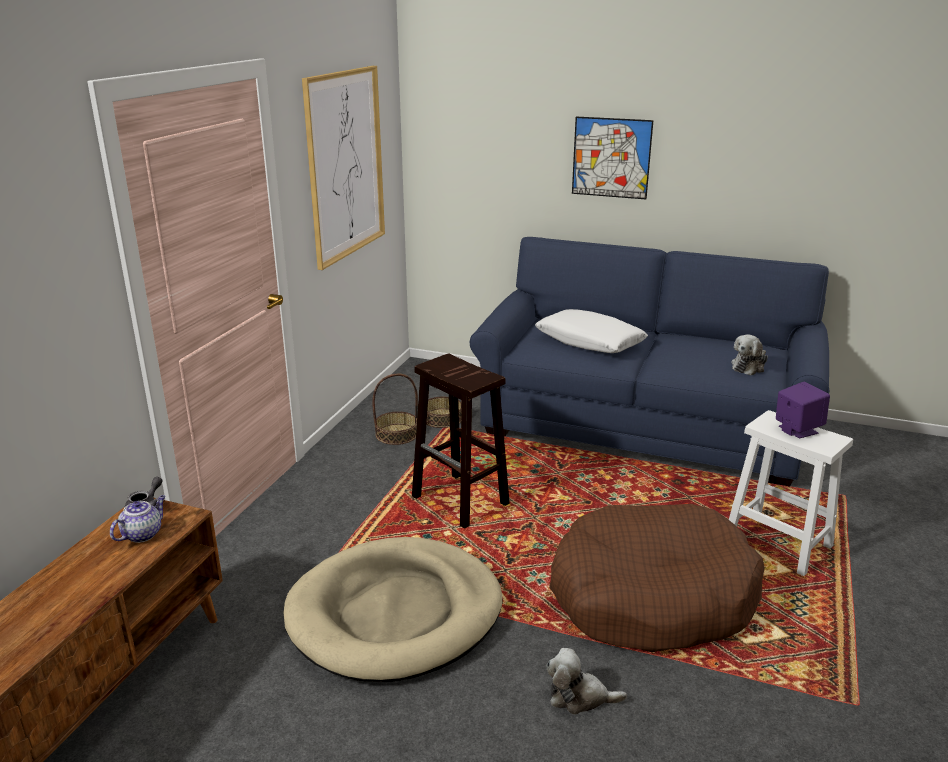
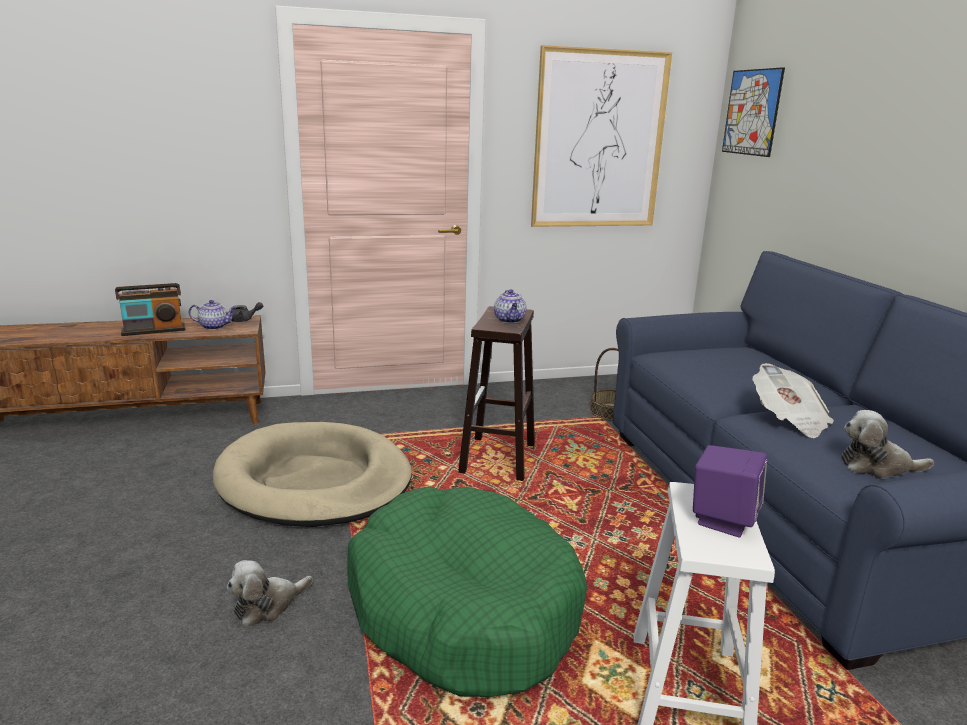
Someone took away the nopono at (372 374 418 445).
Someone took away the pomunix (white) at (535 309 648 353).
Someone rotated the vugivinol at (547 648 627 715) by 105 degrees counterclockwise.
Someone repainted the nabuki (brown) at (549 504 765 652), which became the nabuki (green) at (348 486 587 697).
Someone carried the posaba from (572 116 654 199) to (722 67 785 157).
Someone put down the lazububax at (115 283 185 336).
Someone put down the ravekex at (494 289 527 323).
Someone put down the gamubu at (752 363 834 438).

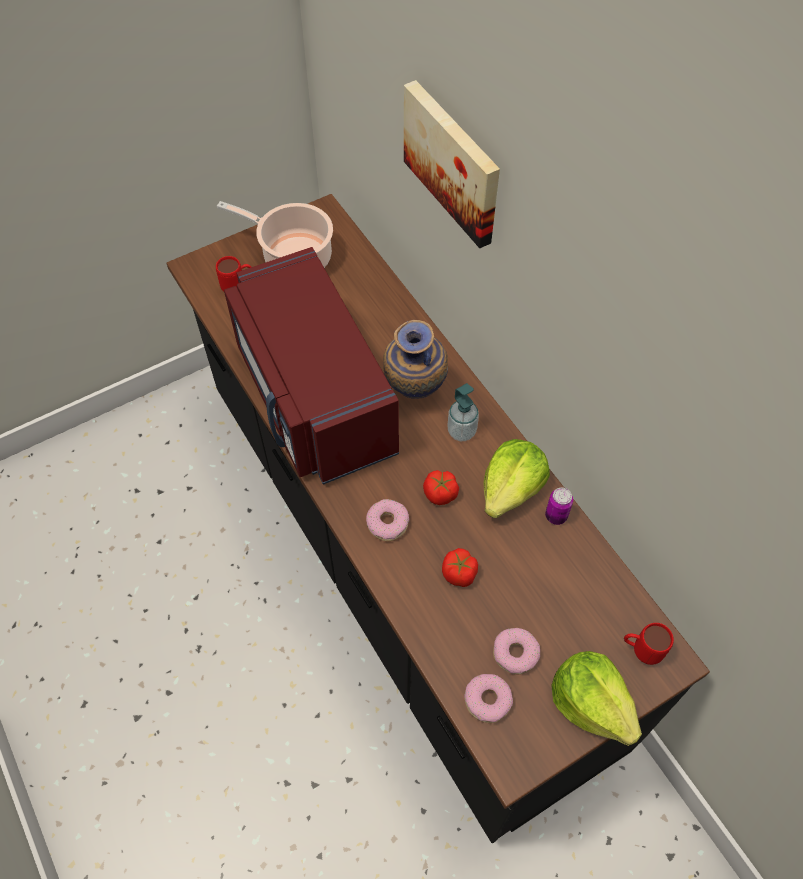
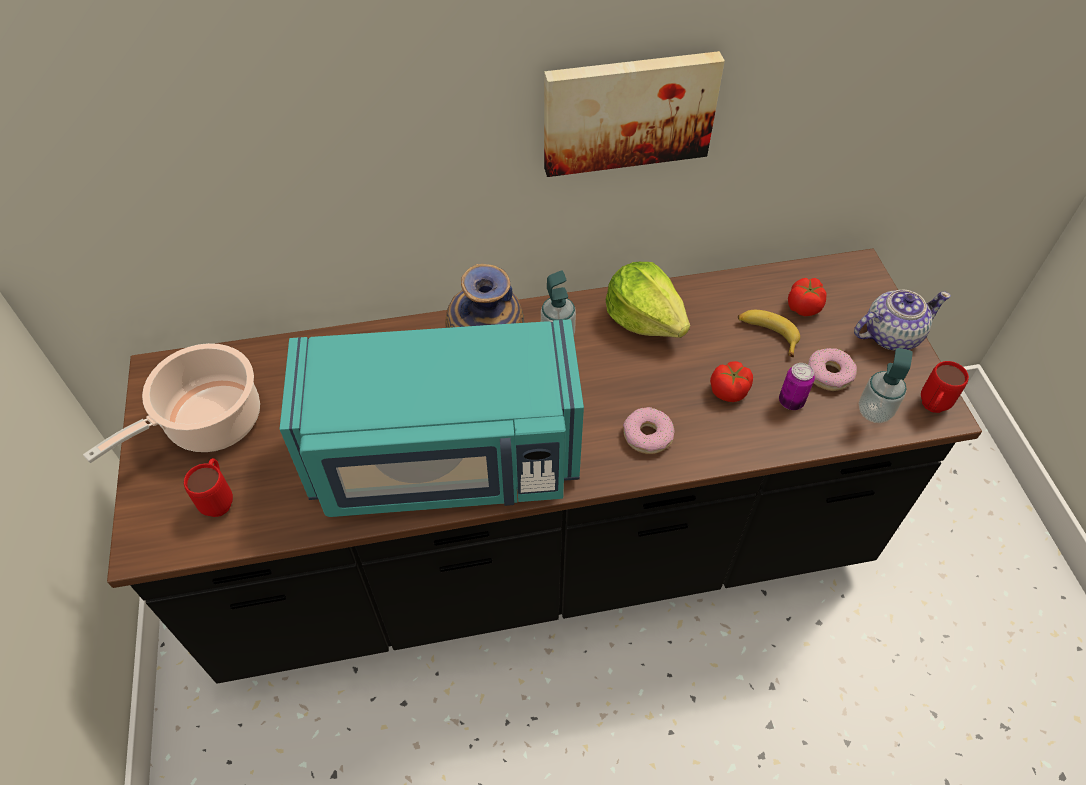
Someone repainted the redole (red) at (224 247 399 484), which became the redole (turquoise) at (280 319 584 517).
Someone carried the posaba from (404 80 500 248) to (544 51 725 177).
Someone carried the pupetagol from (423 470 459 505) to (788 278 826 316).
Someone swapped the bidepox at (464 674 513 723) for the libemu at (859 348 913 423).
Someone carried the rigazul from (545 487 573 525) to (779 363 815 410).
Someone swapped the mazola at (551 651 642 746) for the ravekex at (854 289 951 351).
Someone carried the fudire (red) from (624 623 674 665) to (921 361 969 413).
Someone put down the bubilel at (738 310 800 357).

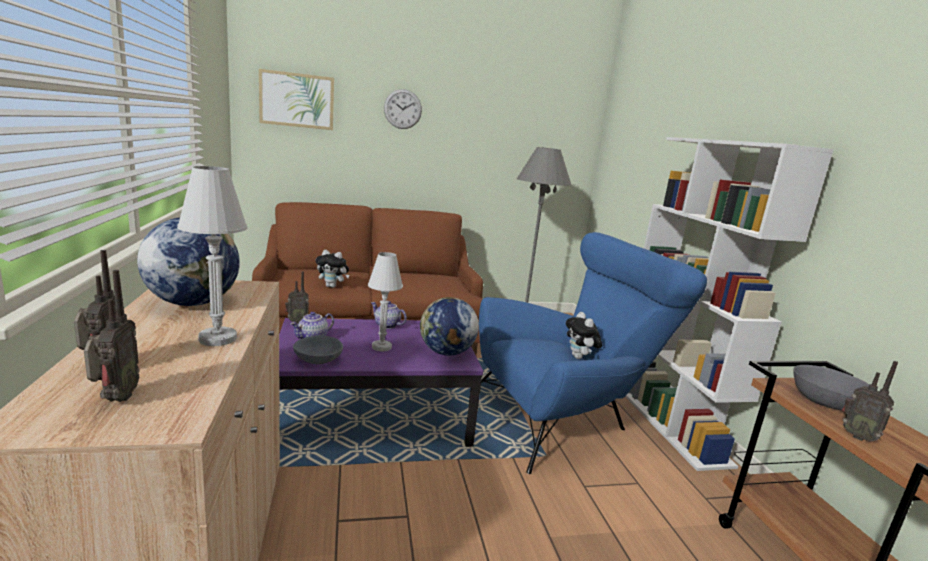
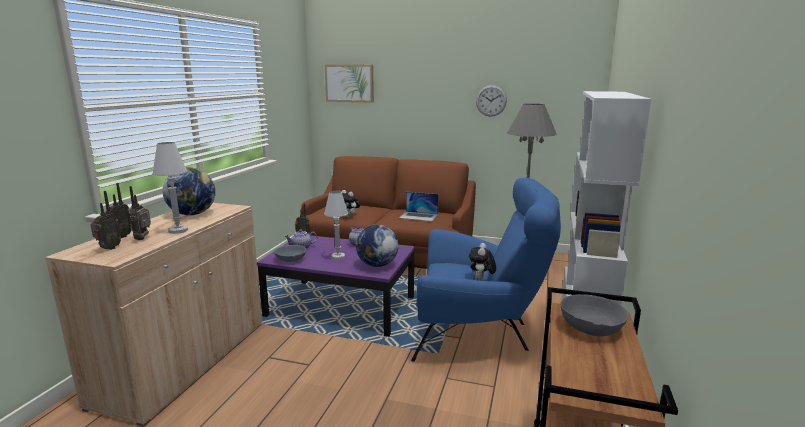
Someone carried the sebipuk from (384 89 422 129) to (476 85 507 117).
Someone carried the lazububax from (842 361 898 442) to (129 186 151 240).
Someone put down the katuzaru at (399 192 439 221).

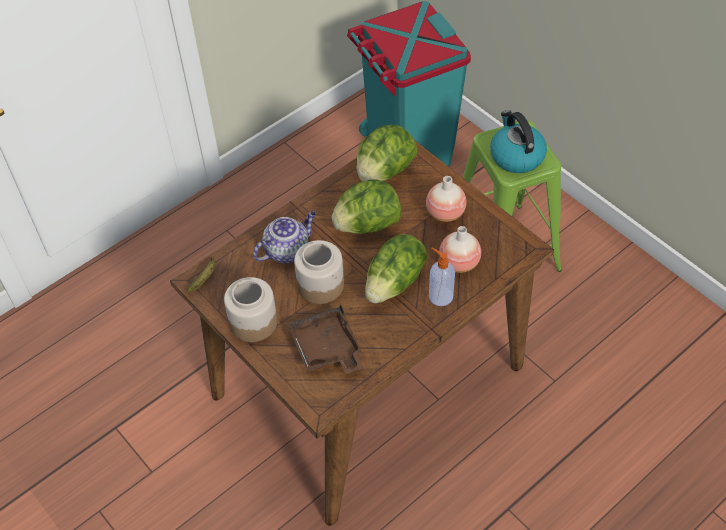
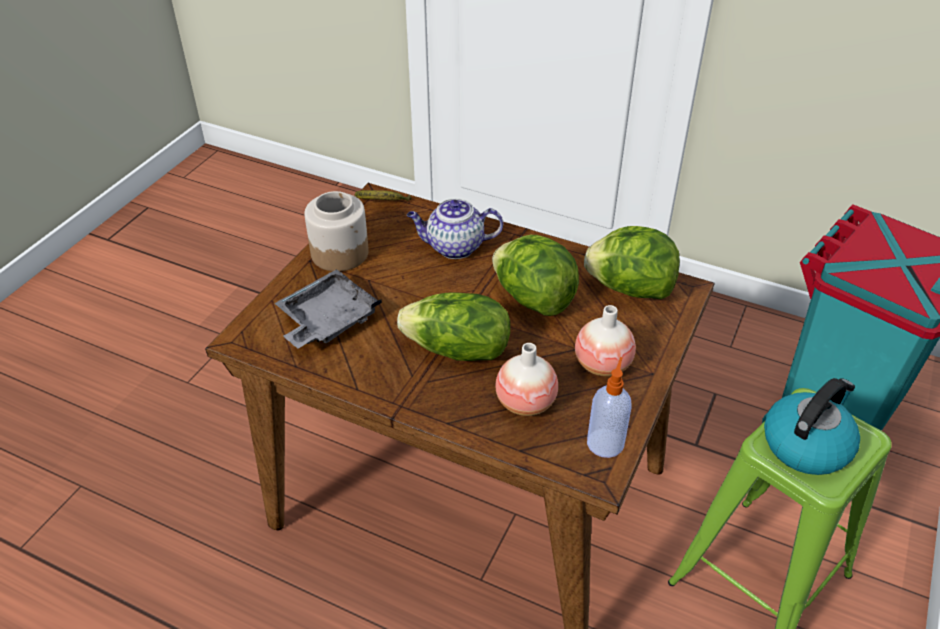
Someone rotated the ravekex at (253 211 316 263) by 150 degrees clockwise.
Someone repainted the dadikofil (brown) at (287 304 363 374), which became the dadikofil (grey) at (274 269 382 348).
Someone took away the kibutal at (294 240 344 304).
Someone carried the libemu from (429 248 455 306) to (587 357 632 458).

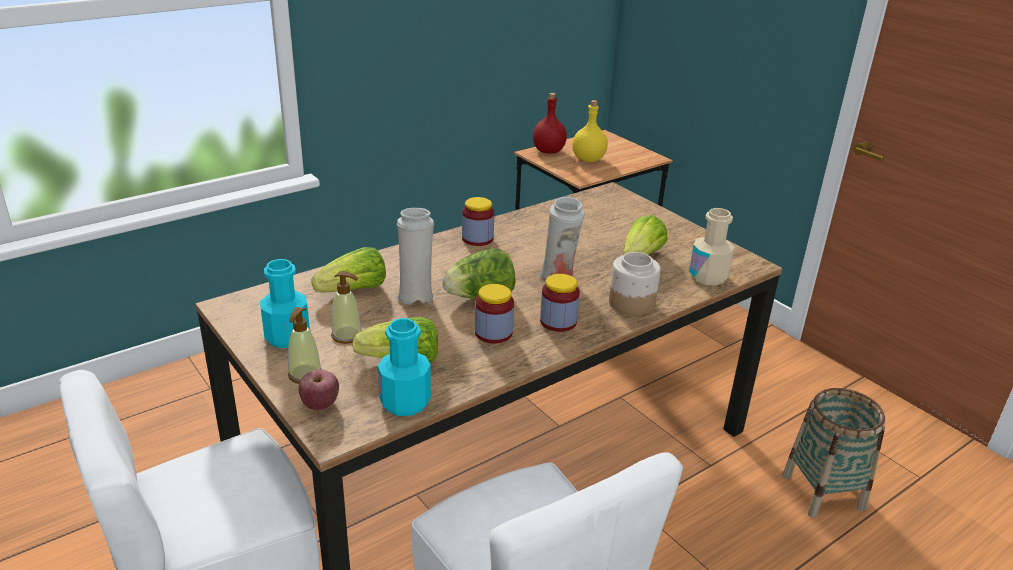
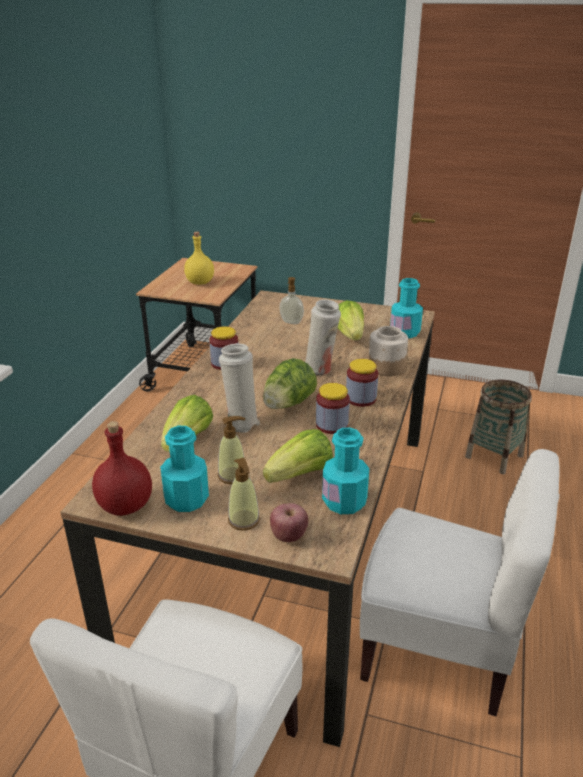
Someone carried the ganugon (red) from (533 93 567 154) to (92 421 152 516).
Someone repainted the ganugon (beige) at (689 208 734 286), which became the ganugon (turquoise) at (390 278 423 338).
Someone put down the libemu at (280 277 304 324).

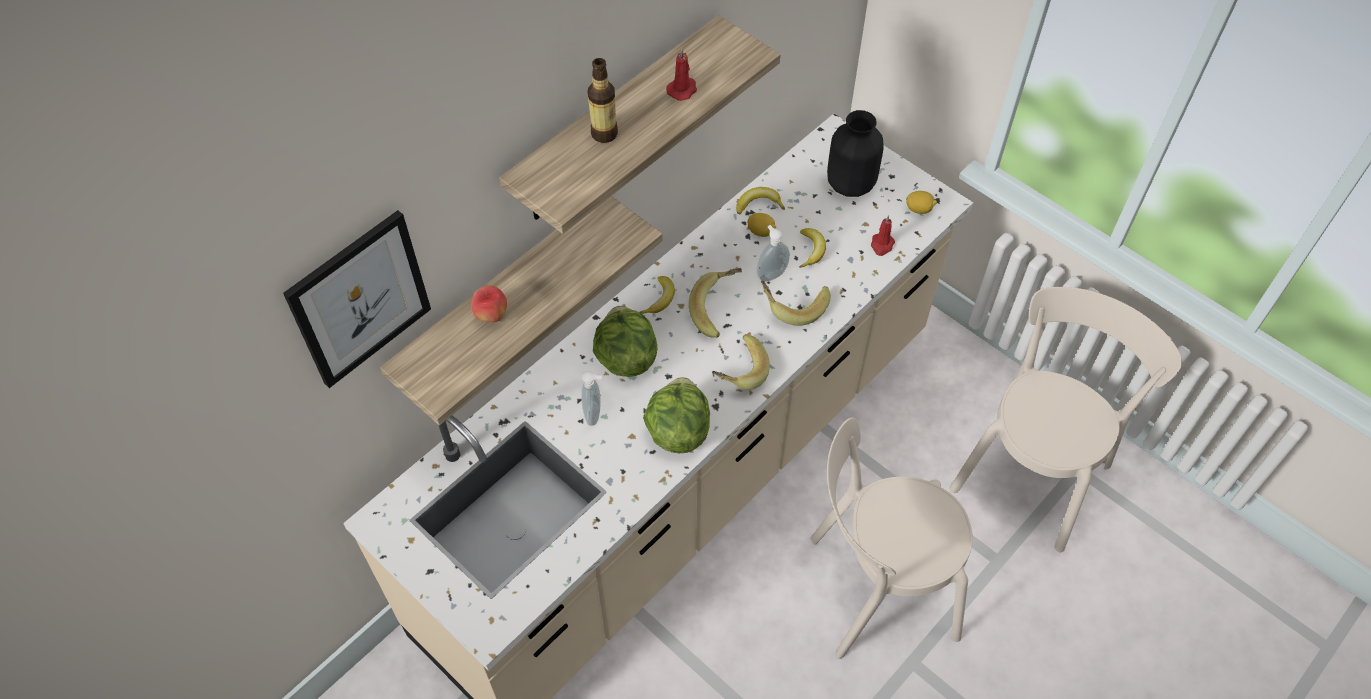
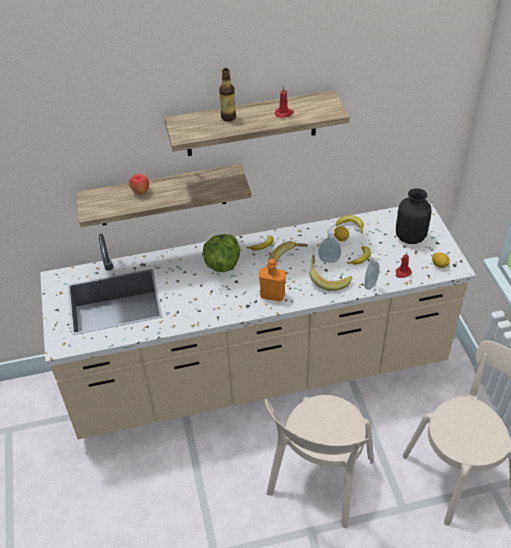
Someone took away the posaba at (283 210 431 388).
Someone carried the libemu from (581 371 602 426) to (365 253 382 290).
Someone took away the mazola at (643 377 710 453).
Someone swapped the bubilel at (712 334 770 390) for the ganugon (orange) at (259 259 286 302).
Someone rotated the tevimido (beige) at (811 417 973 659) by 90 degrees counterclockwise.

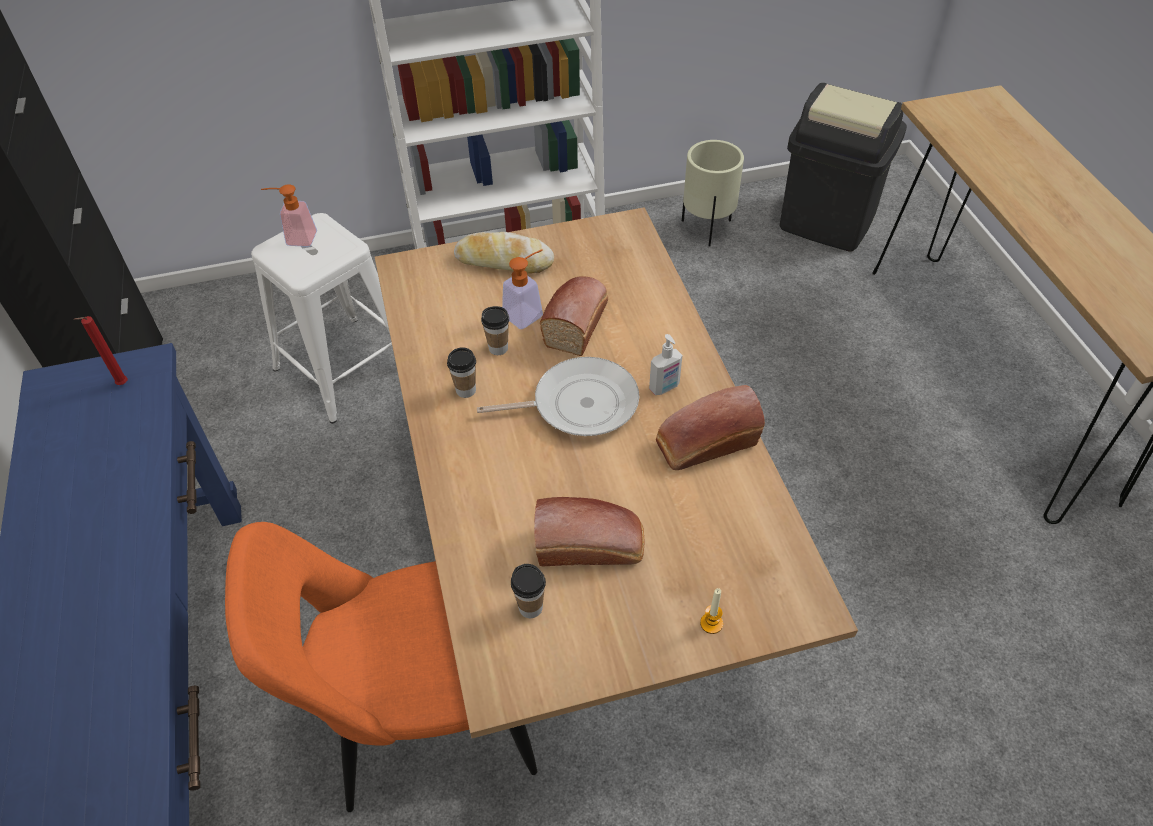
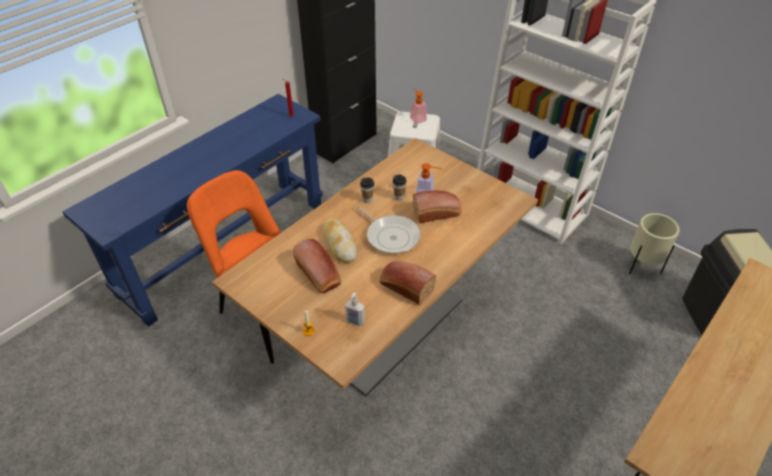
Someone carried the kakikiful from (454 232 554 273) to (323 219 357 263).
Someone took away the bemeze at (511 564 546 618).
Someone carried the libemu from (649 334 682 395) to (345 292 365 326).

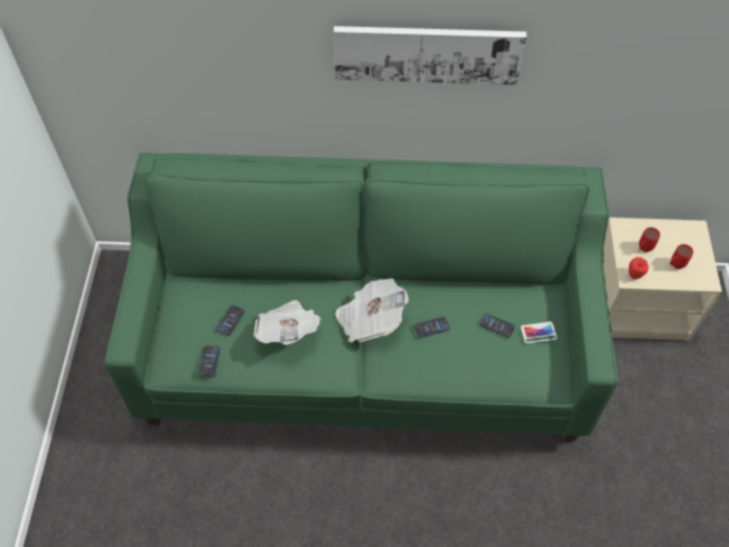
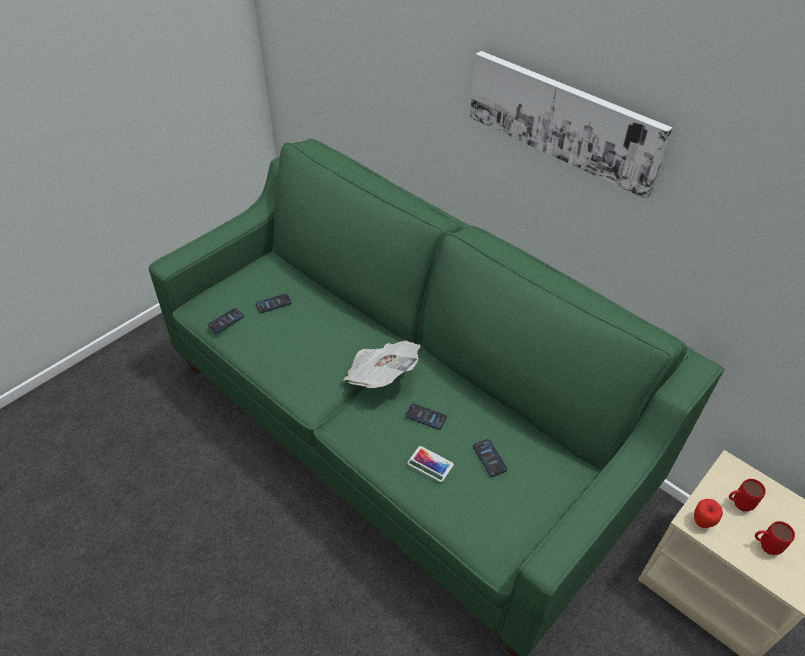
Someone took away the gamubu at (253 300 321 345).
Someone carried the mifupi from (521 322 557 344) to (407 446 454 482).

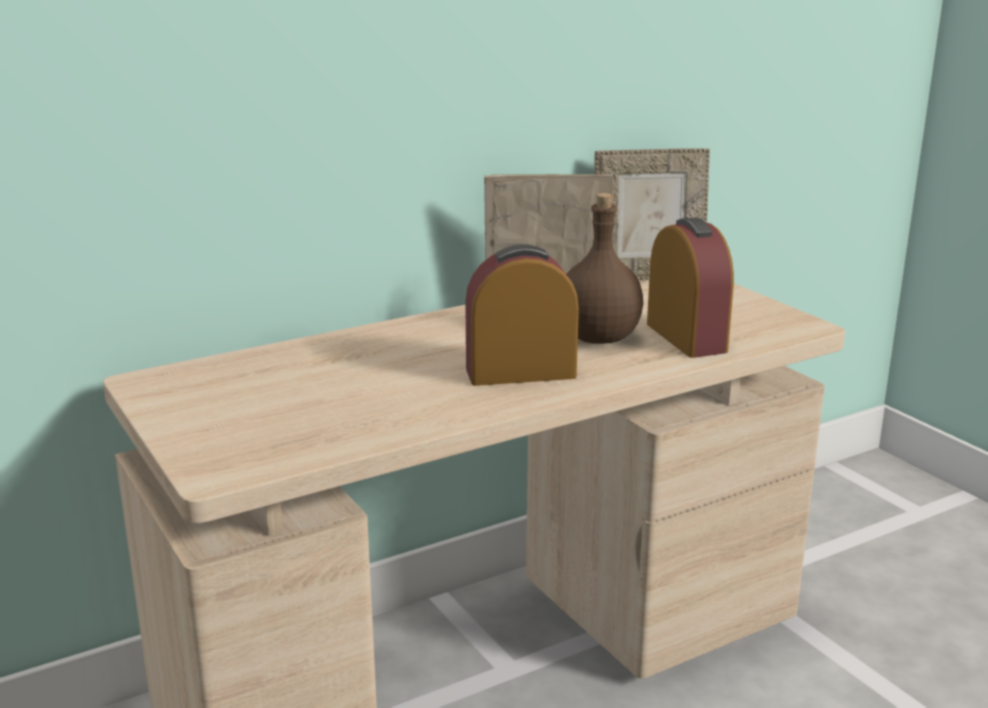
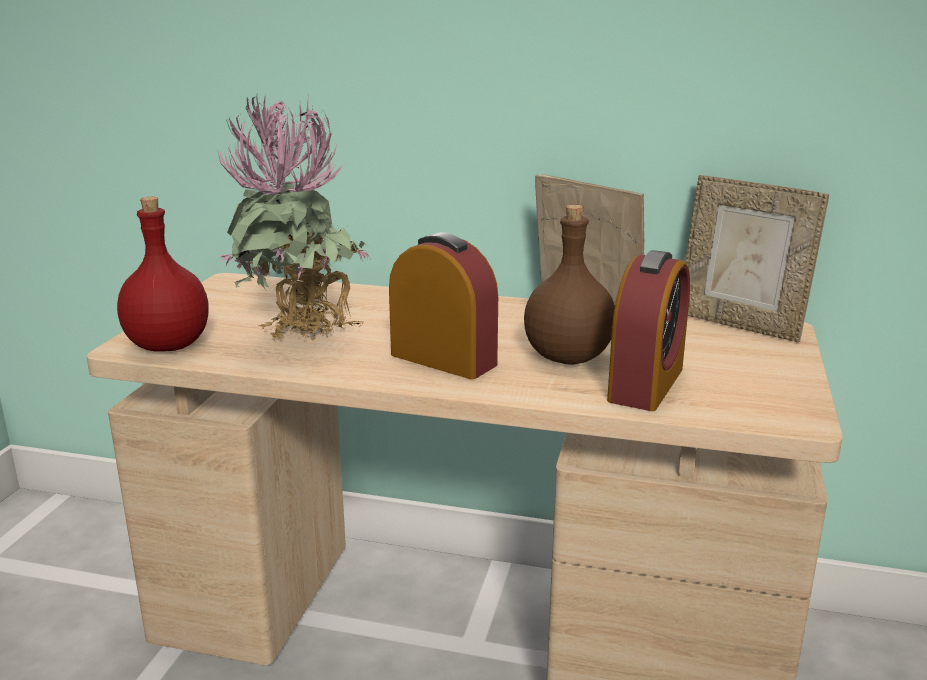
Someone put down the ganugon (red) at (117 197 209 352).
Someone put down the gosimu at (217 97 370 341).

